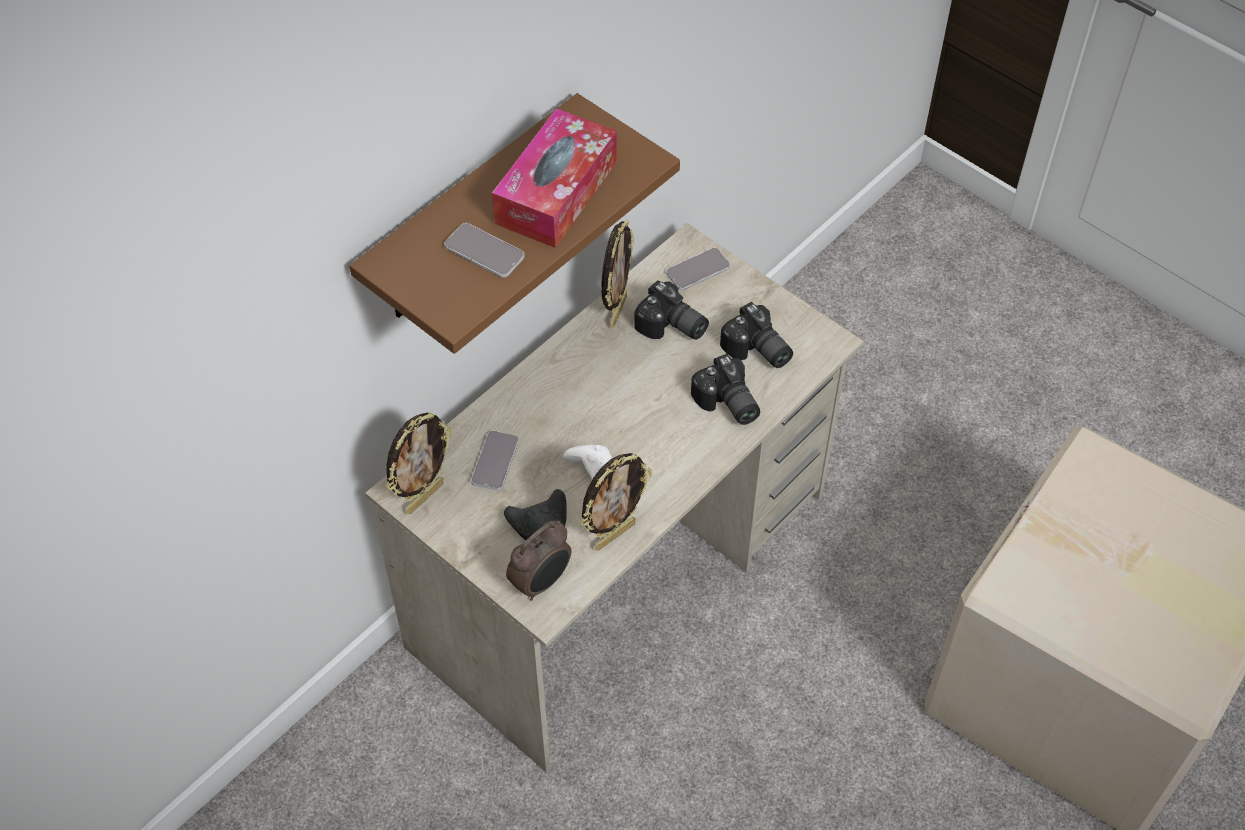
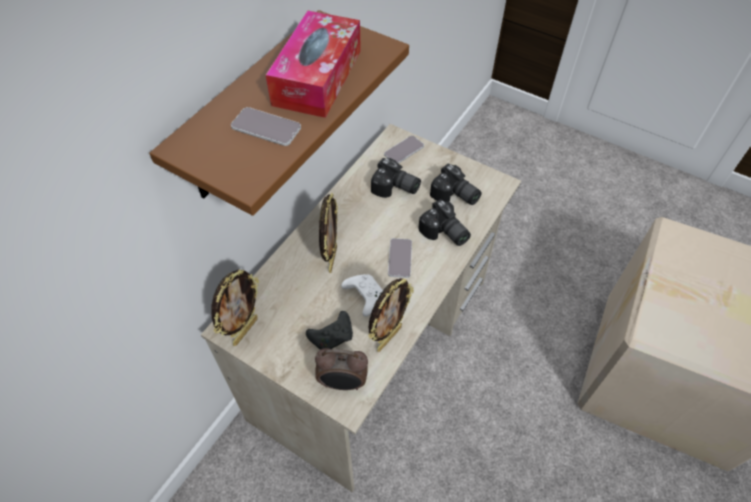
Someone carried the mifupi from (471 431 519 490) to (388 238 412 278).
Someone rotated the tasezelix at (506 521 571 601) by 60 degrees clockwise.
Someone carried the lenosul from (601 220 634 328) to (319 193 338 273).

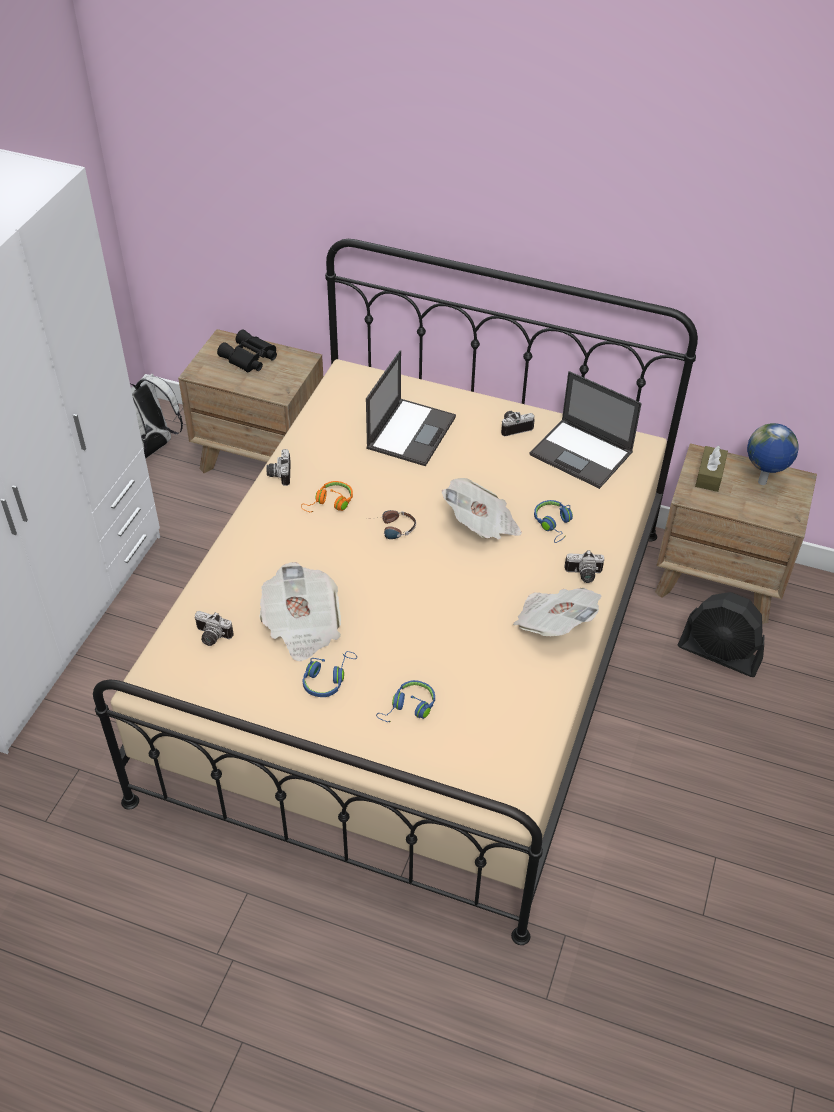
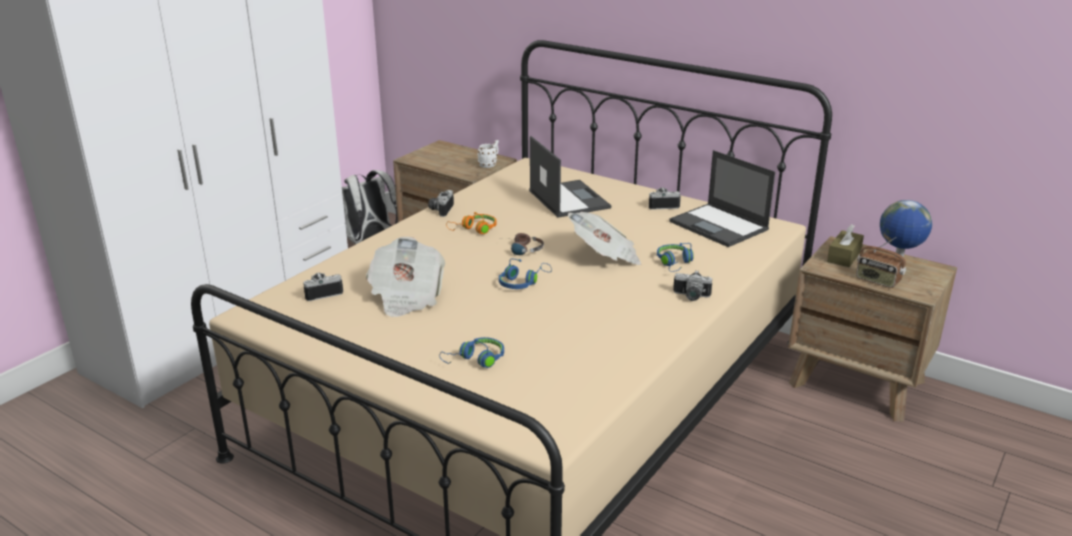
Someone rotated the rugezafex at (195 611 234 646) by 120 degrees clockwise.
Someone took away the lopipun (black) at (217 330 277 373).
Someone carried the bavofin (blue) from (302 651 357 697) to (499 258 552 289).
Someone rotated the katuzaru at (366 350 456 466) by 60 degrees counterclockwise.
Someone took away the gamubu at (513 588 602 637).
Someone took away the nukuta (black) at (678 592 765 677).
Someone put down the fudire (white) at (477 140 499 168).
Someone put down the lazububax at (856 237 906 288).

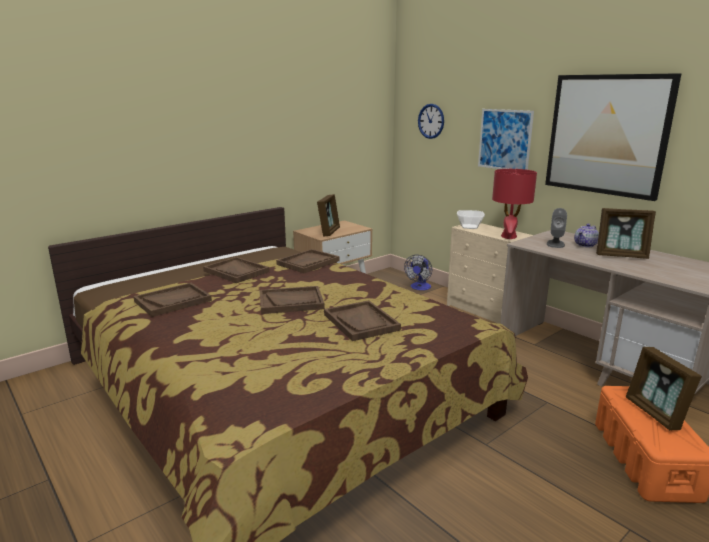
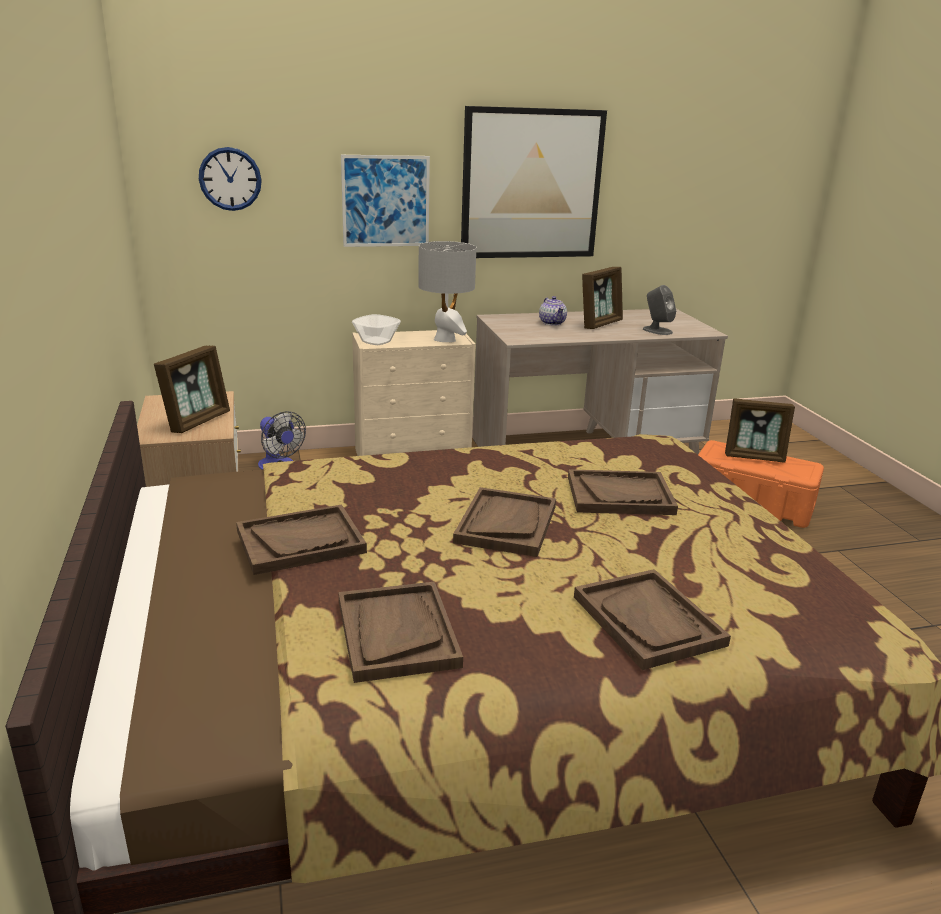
Someone carried the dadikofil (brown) from (276 249 340 273) to (574 569 731 670).
Someone rotated the lenosul at (317 194 340 236) by 75 degrees clockwise.
Someone repainted the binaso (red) at (492 169 537 239), which became the binaso (grey) at (418 241 476 342).
Someone carried the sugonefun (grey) from (547 208 567 248) to (643 285 676 335).

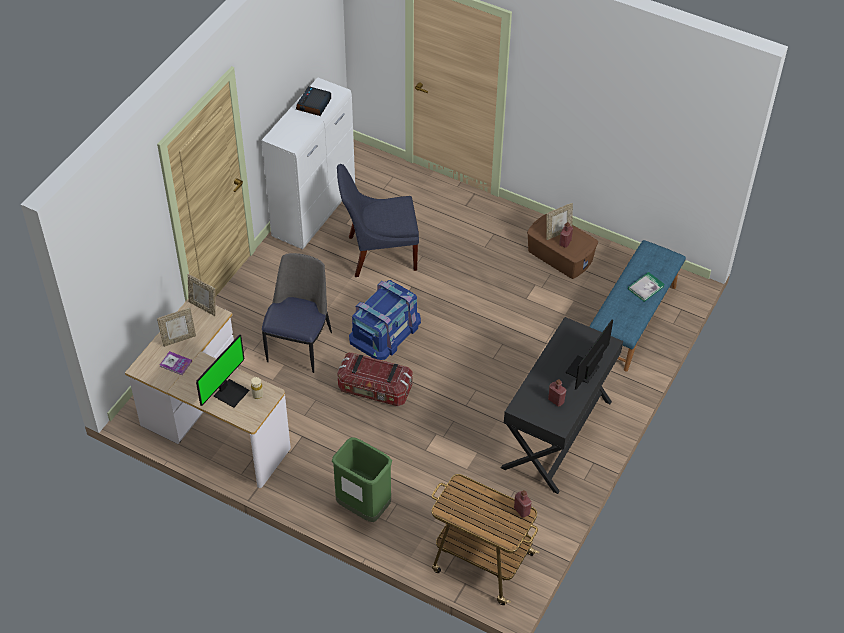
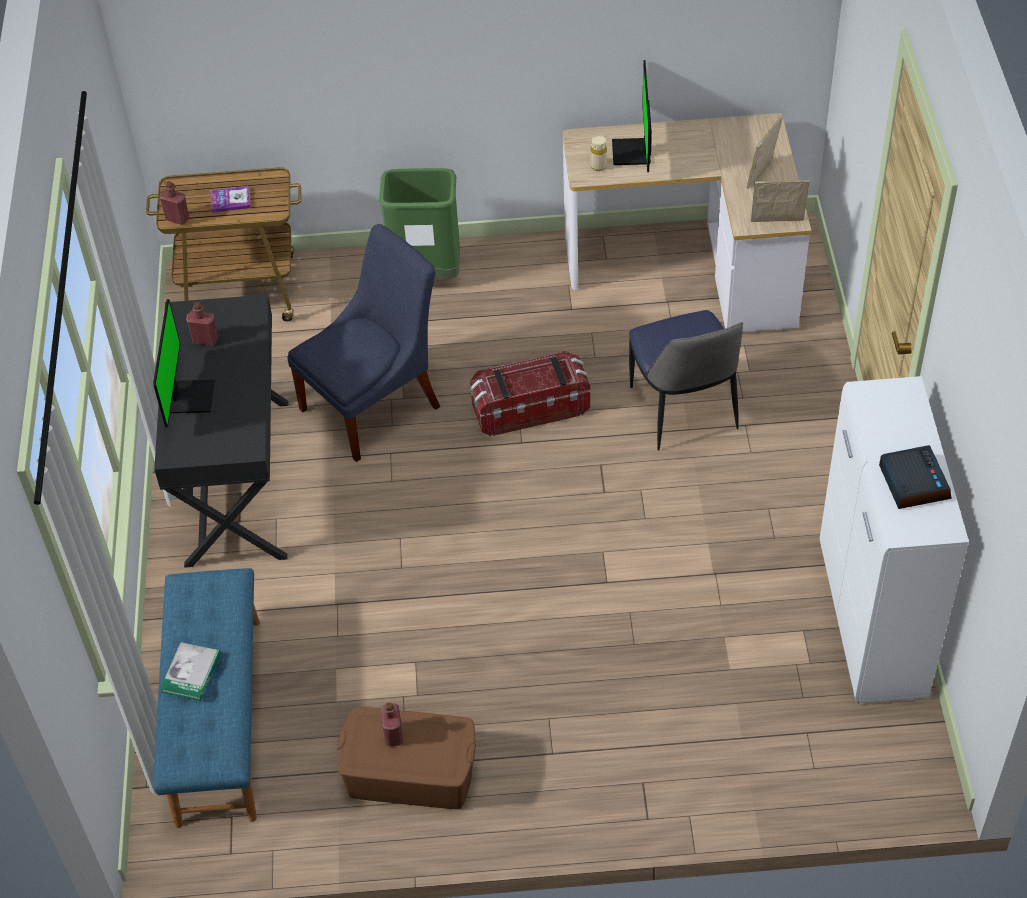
Someone carried the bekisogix from (160 351 192 375) to (210 186 251 213).
Someone carried the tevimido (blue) from (337 164 419 277) to (287 224 440 462).
Someone took away the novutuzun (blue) at (349 280 421 360).
Someone took away the lenosul at (546 203 573 240).

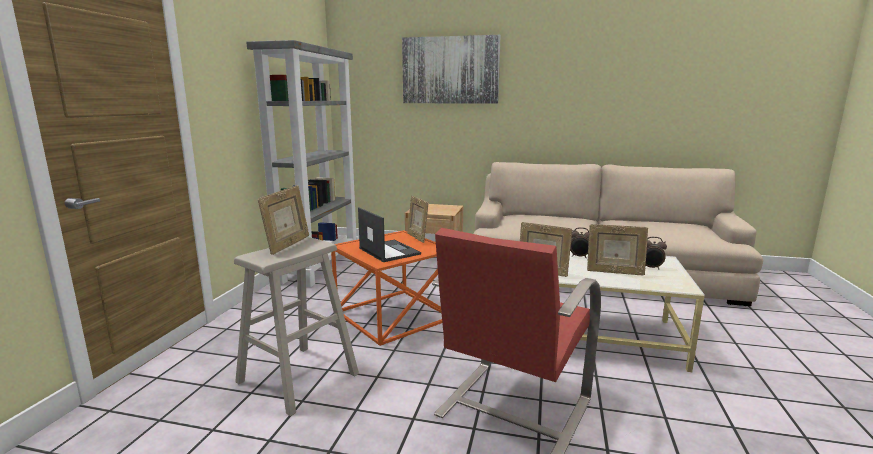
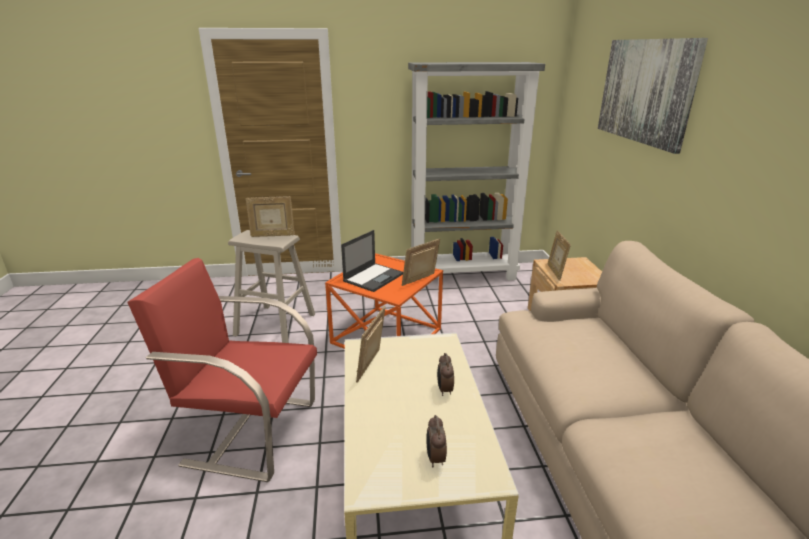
Someone carried the lenosul from (587 224 648 275) to (548 230 571 281).

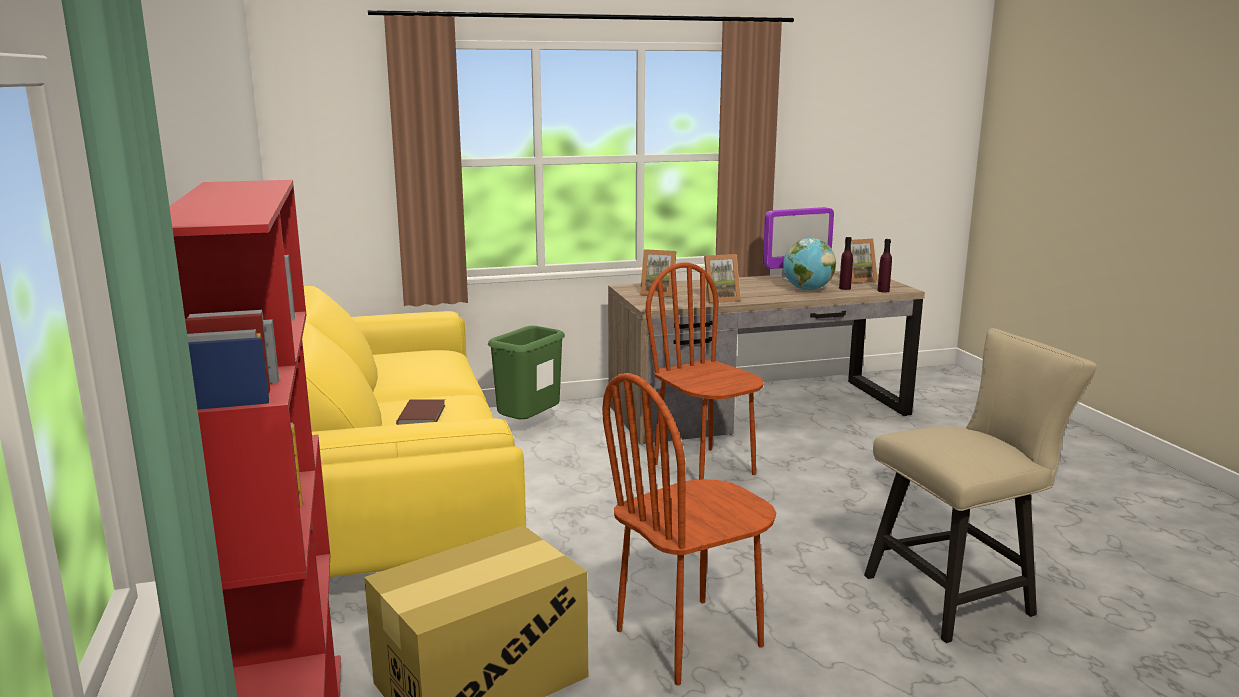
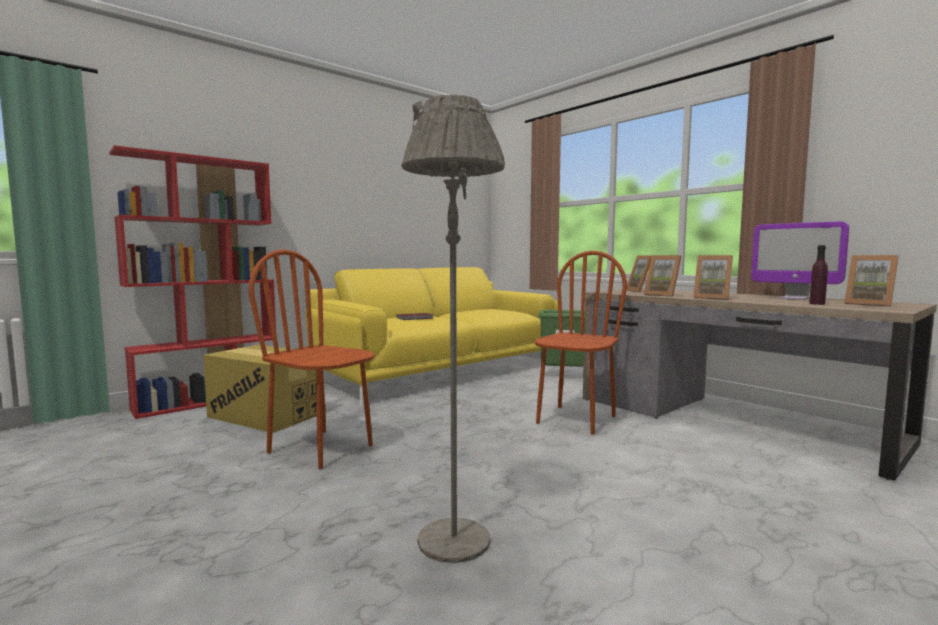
Someone took away the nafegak at (783 238 836 291).
Someone swapped the tevimido (beige) at (864 328 1097 643) for the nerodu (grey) at (401 94 505 563).
Someone took away the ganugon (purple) at (877 239 892 293).
Someone put down the lenosul at (693 255 733 300).

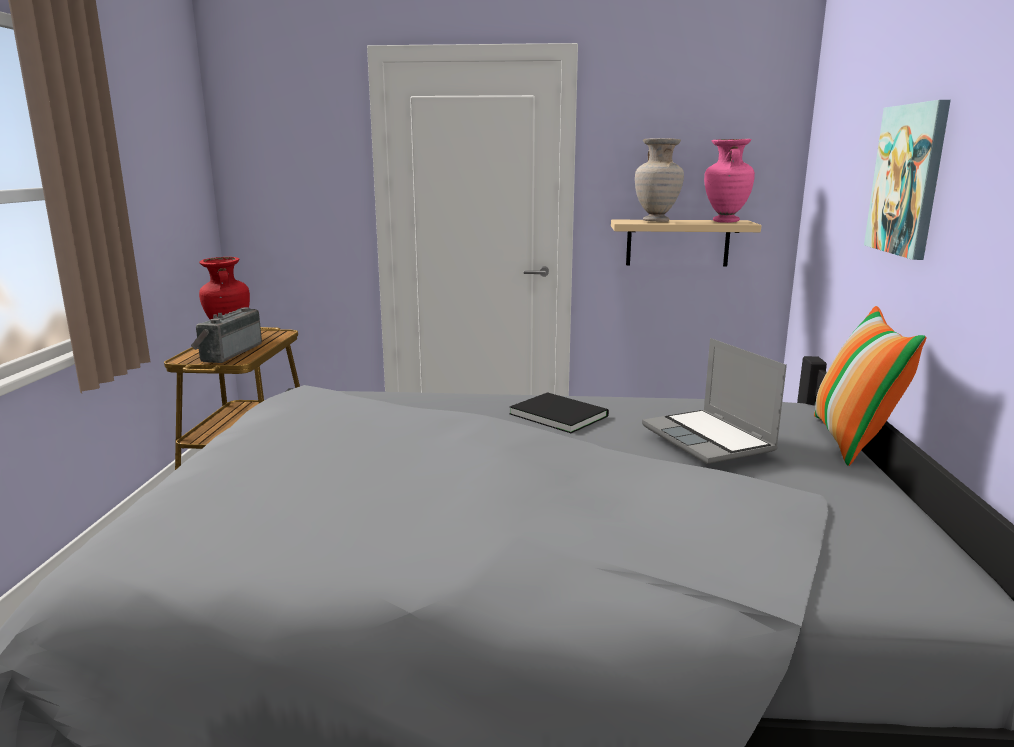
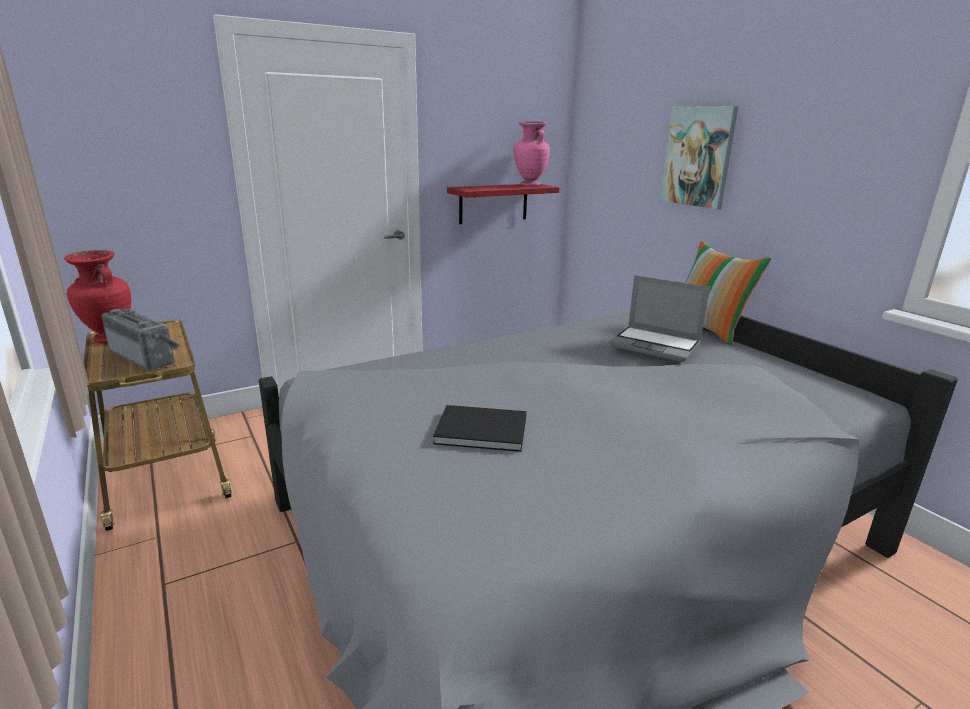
Someone rotated the lazububax at (191 307 262 363) by 150 degrees clockwise.
Someone carried the bekisogix (black) from (509 392 609 433) to (433 405 526 452).
Someone repainted the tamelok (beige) at (611 220 761 266), which became the tamelok (red) at (447 184 559 224).
Someone took away the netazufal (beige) at (635 138 684 222).

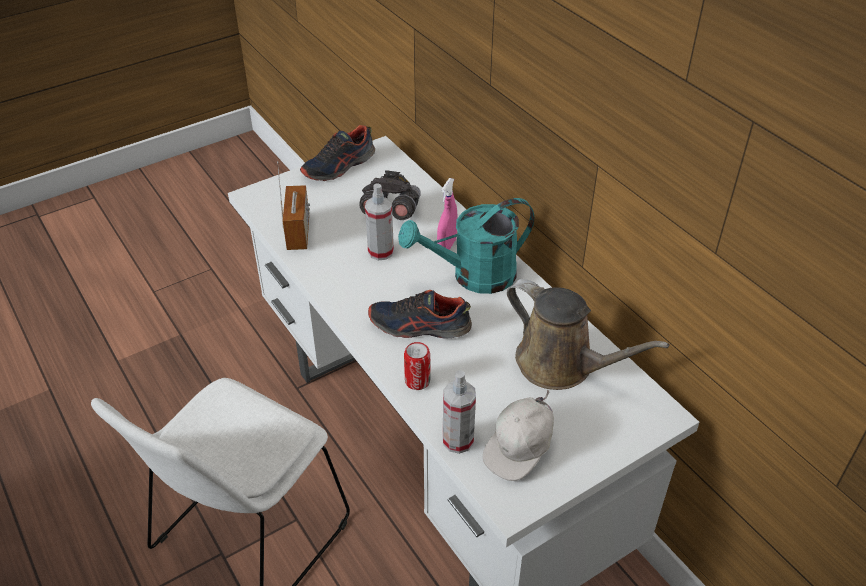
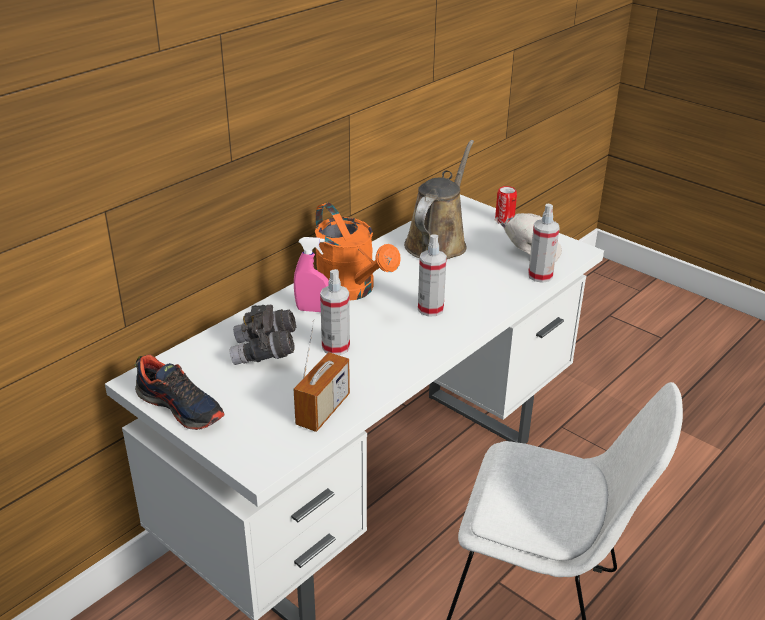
Someone rotated the lazububax at (277 161 310 250) by 135 degrees clockwise.
Someone swapped the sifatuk at (368 290 472 339) for the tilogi at (418 234 447 317).
Someone repainted the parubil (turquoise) at (398 198 534 294), which became the parubil (orange) at (315 203 401 301).
Someone carried the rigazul from (404 342 430 390) to (495 186 517 224).

